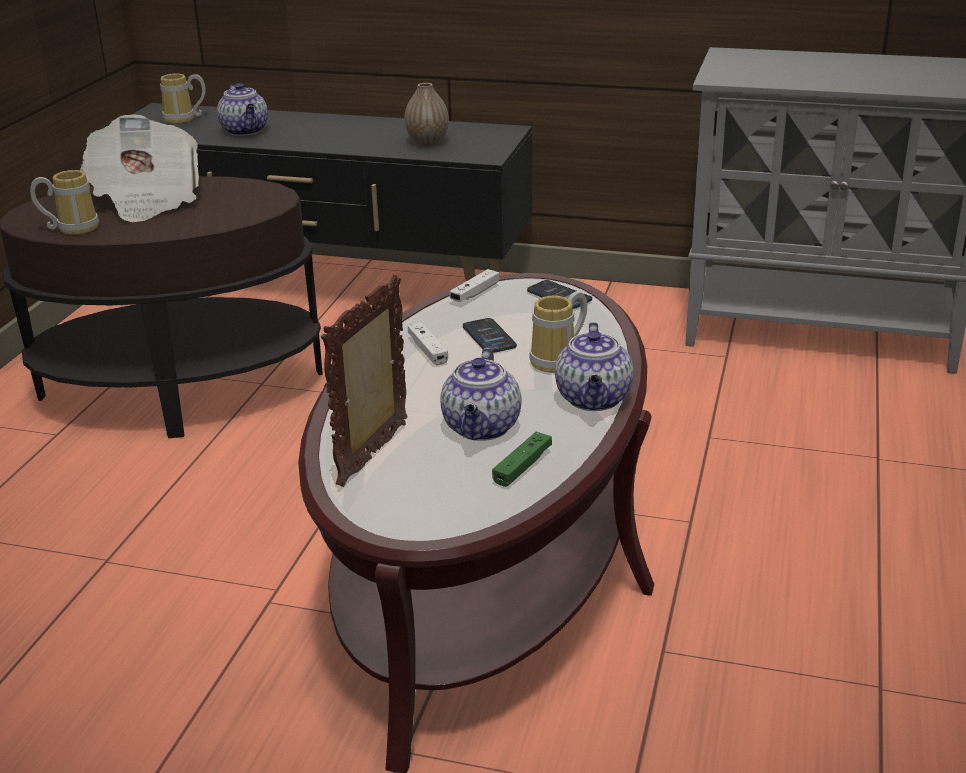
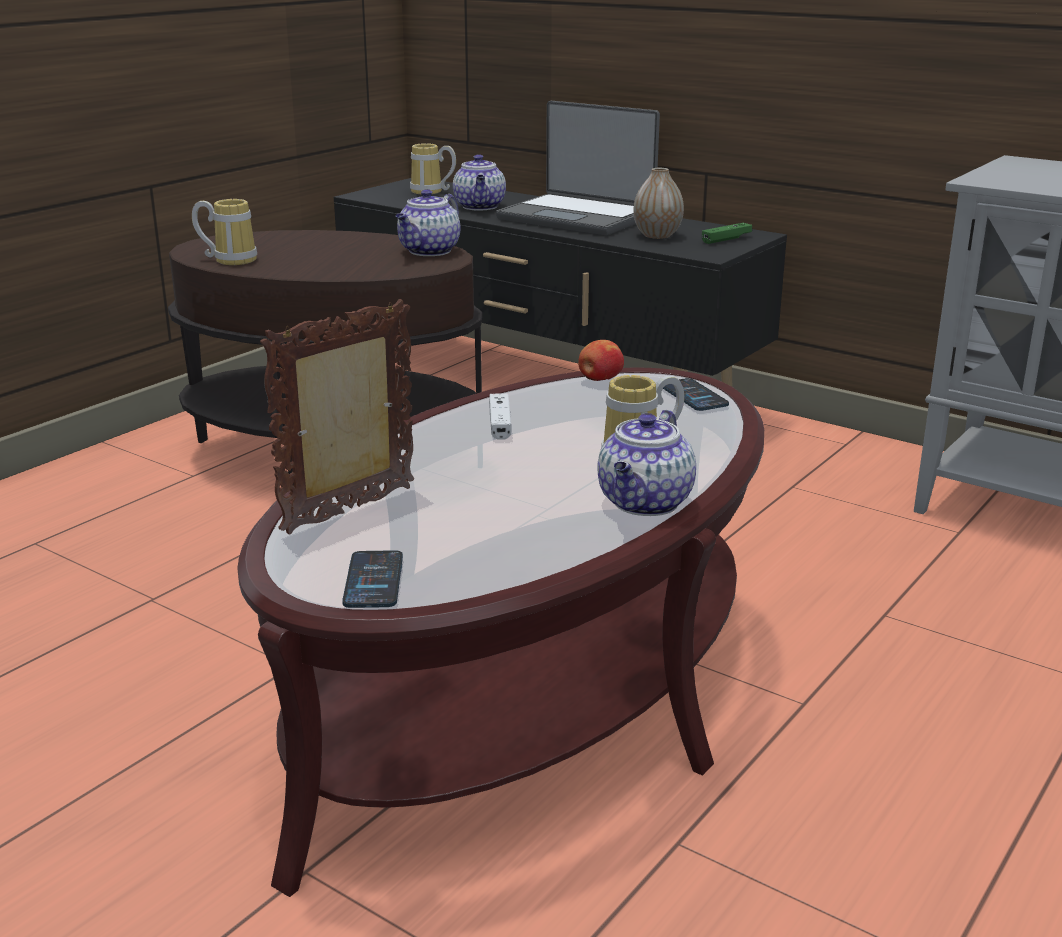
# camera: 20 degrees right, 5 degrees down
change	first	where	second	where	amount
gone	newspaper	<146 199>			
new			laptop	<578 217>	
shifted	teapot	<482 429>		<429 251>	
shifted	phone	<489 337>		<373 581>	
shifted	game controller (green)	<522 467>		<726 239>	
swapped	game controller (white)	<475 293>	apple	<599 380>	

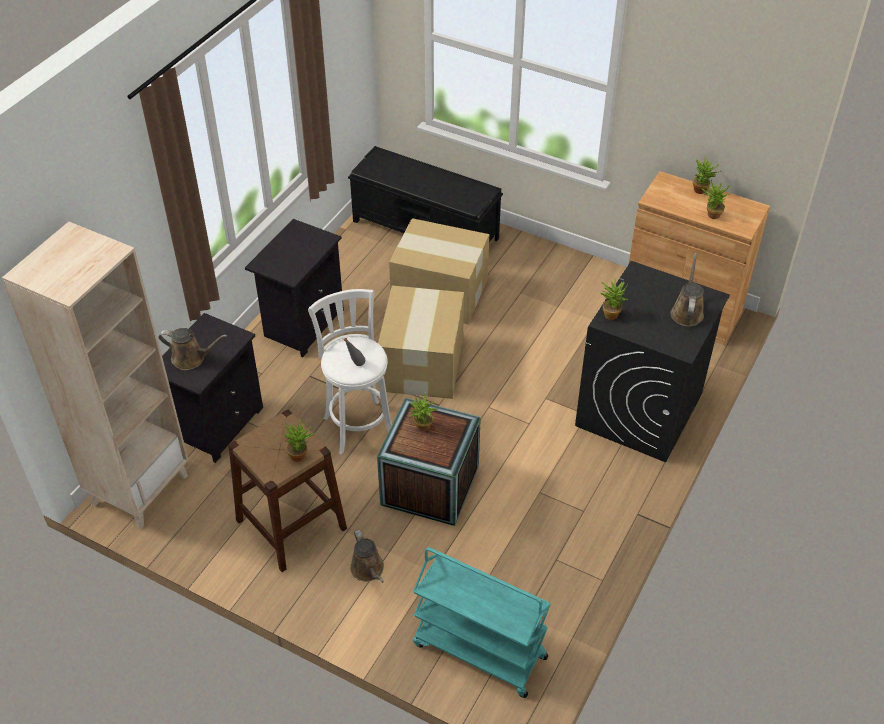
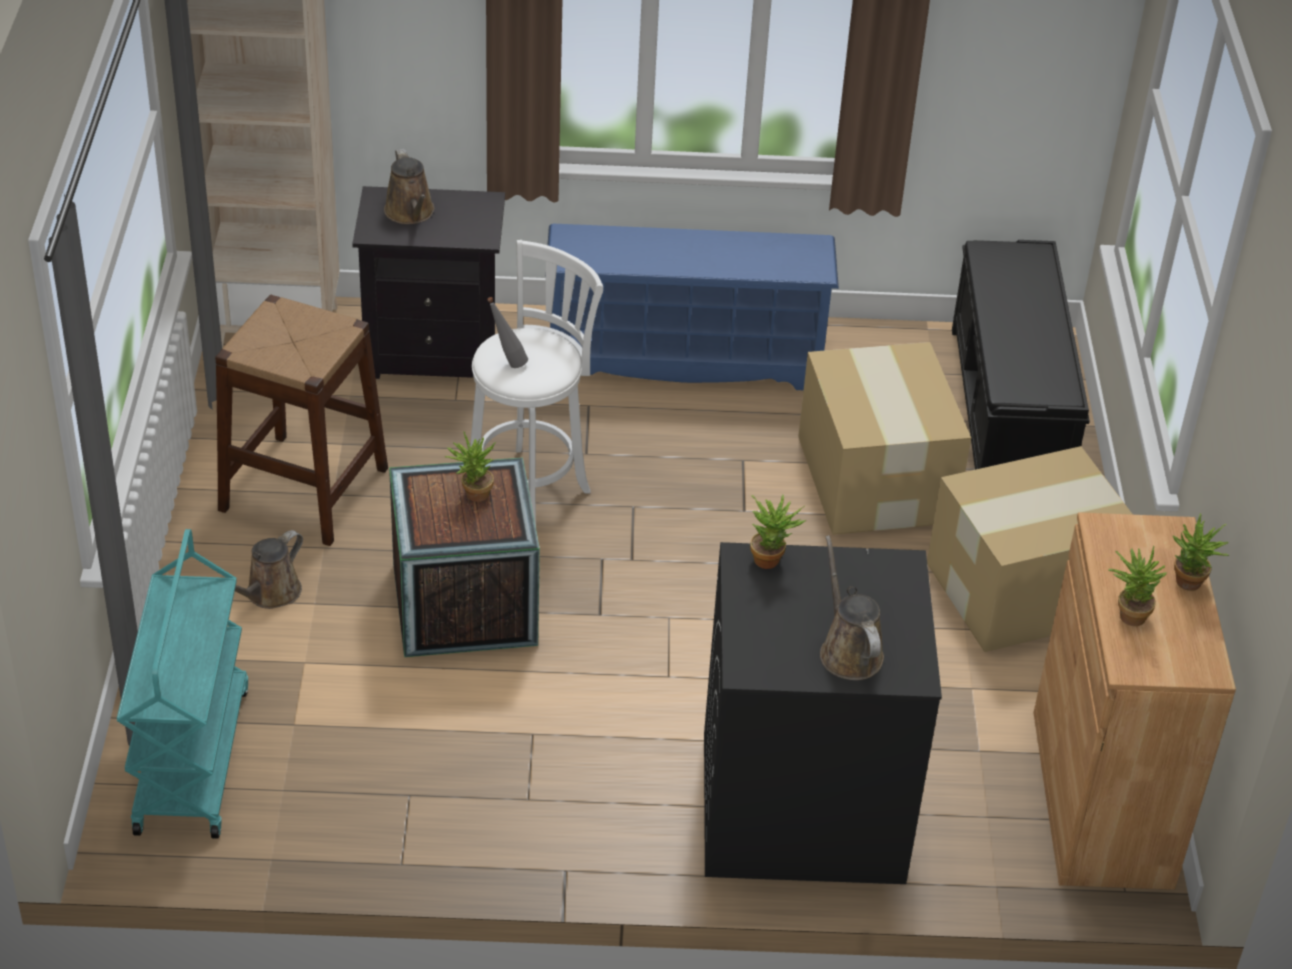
# camera: 60 degrees right, 5 degrees down
change	first	where	second	where	amount
gone	potted plant	<300 454>			
shifted	cardboard box	<423 362>		<1027 590>	
swapped	nightstand (black)	<302 324>	shoe rack (blue)	<685 360>	
rotated	watering can (brown)	<687 312>		<848 651>	90 degrees counterclockwise

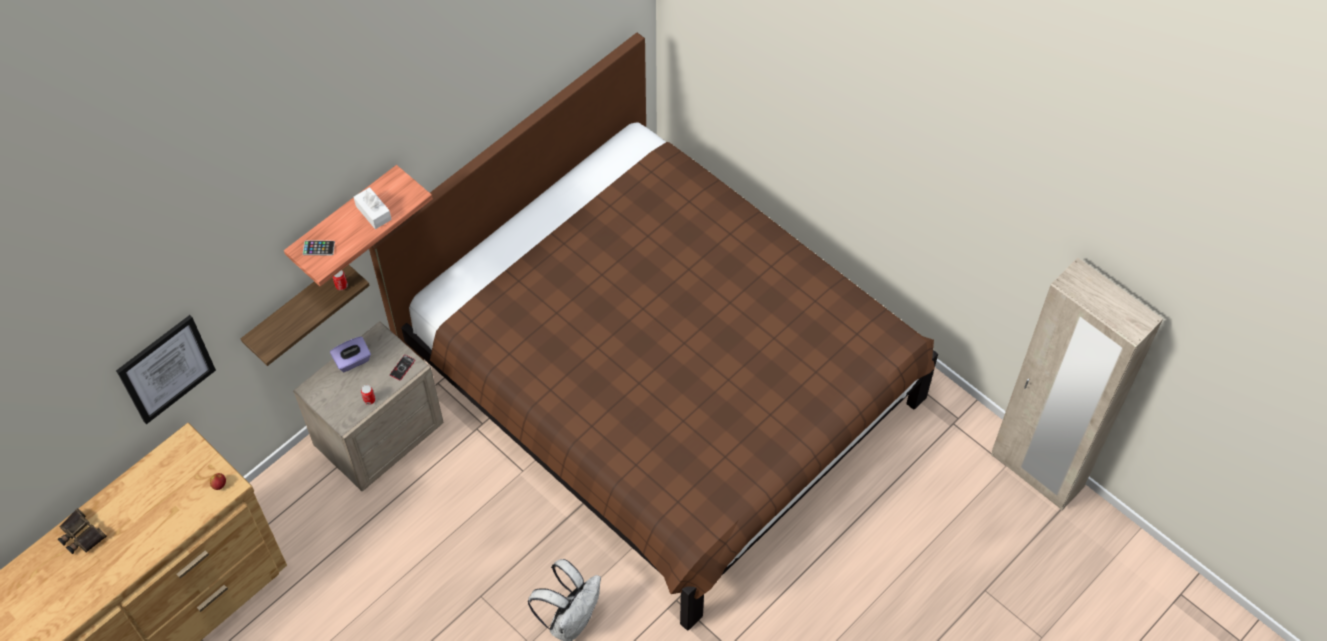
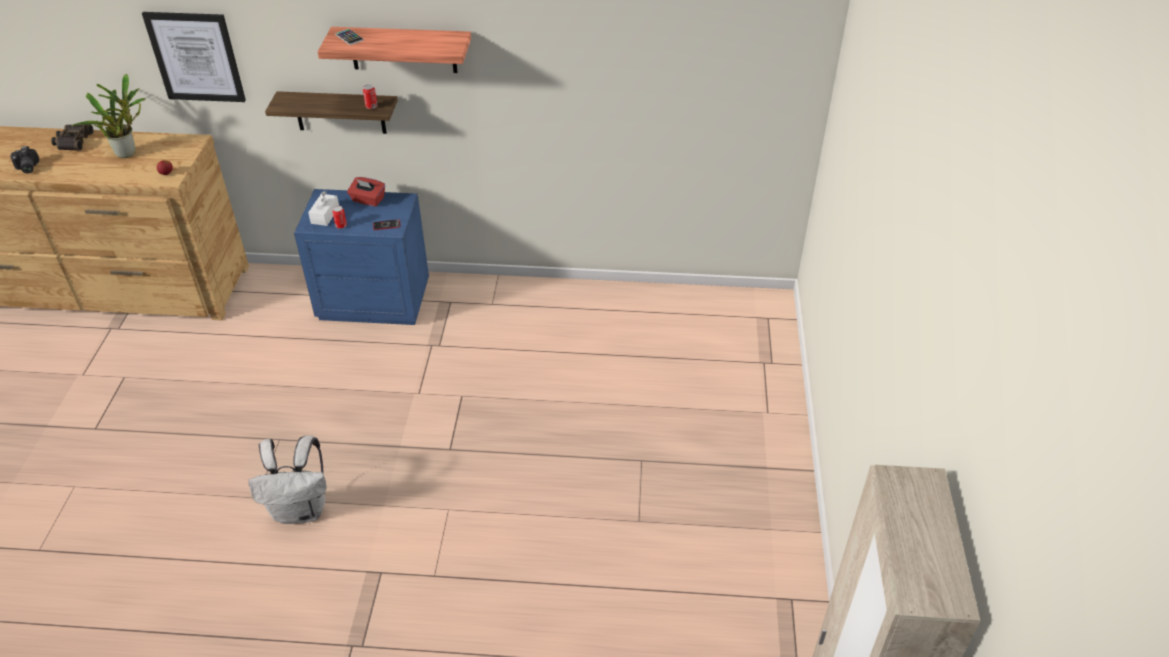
# camera: 50 degrees right, 15 degrees down
change	first	where	second	where	amount
gone	bed (brown)	<662 385>			
new			photo camera	<26 168>	
new			potted plant	<129 152>	
shifted	tissue box (white)	<373 212>		<325 215>	
repainted	nightstand (beige)	<378 436>	nightstand (blue)	<374 300>	
repainted	tissue box (purple)	<353 361>	tissue box (red)	<368 200>	

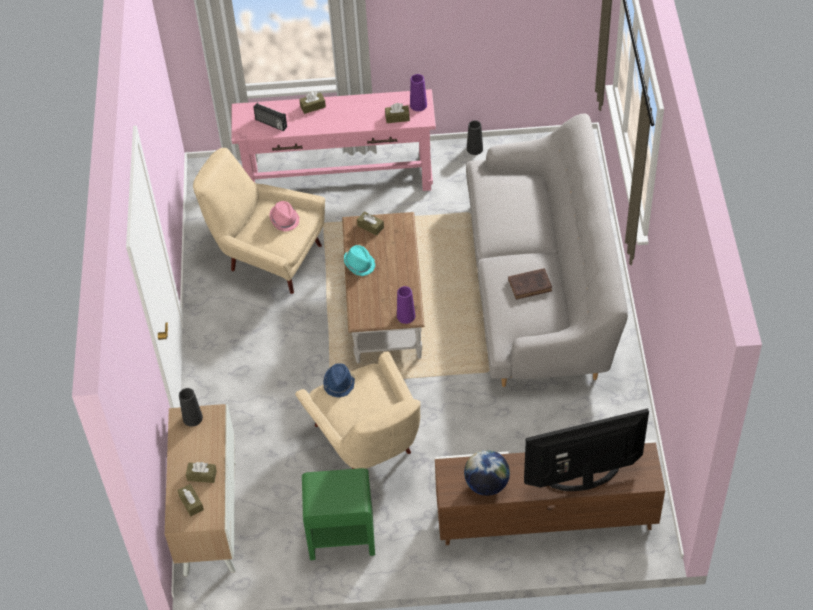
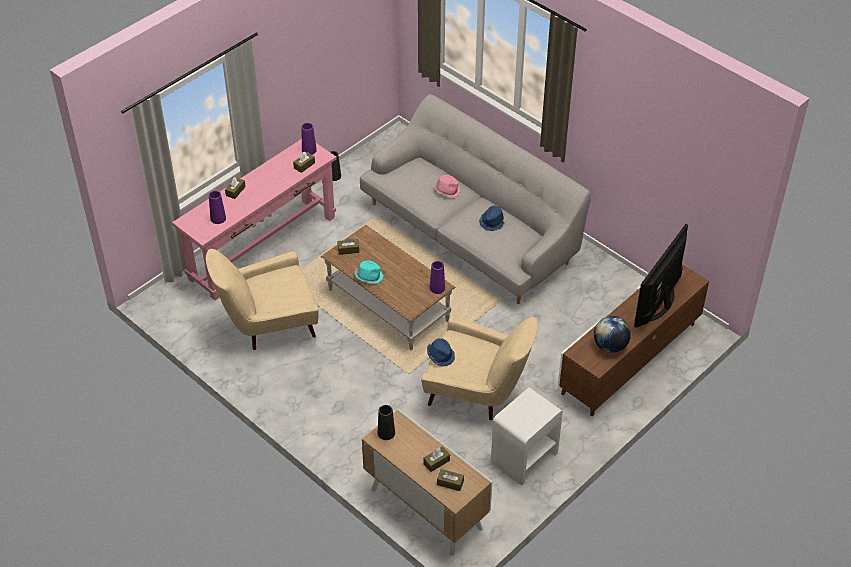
# camera: 45 degrees left, 5 degrees down
change	first	where	second	where	amount
shifted	hat (pink)	<284 220>		<447 190>	
swapped	radio	<270 124>	vase (purple)	<218 218>	
swapped	book (brown)	<531 285>	hat (blue)	<492 222>	
repainted	nightstand (green)	<341 536>	nightstand (white)	<524 457>	

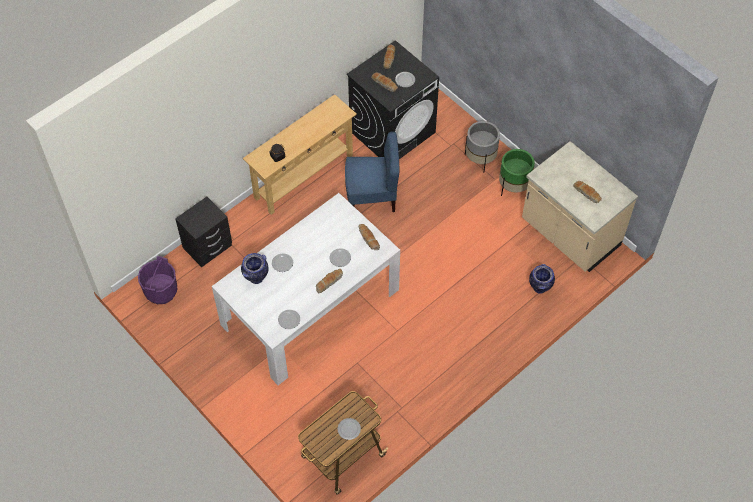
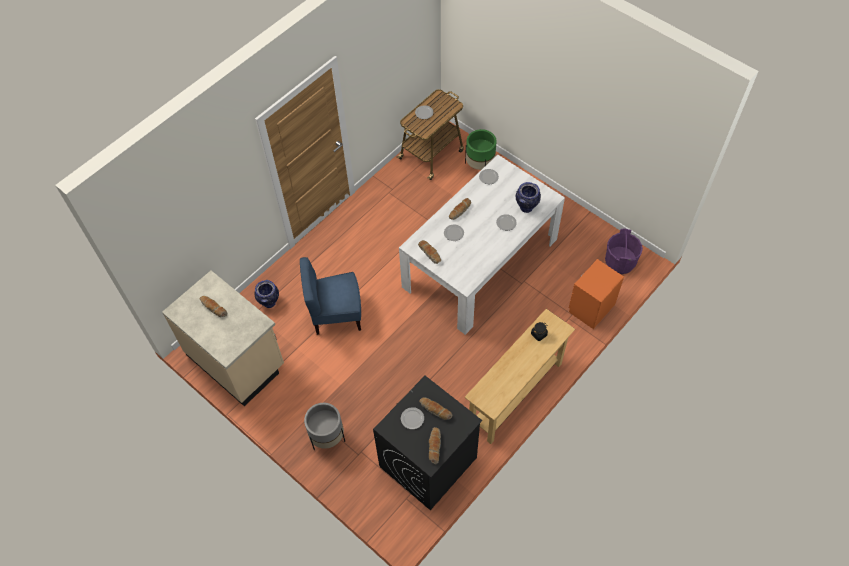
# camera: 175 degrees right, 0 degrees up
change	first	where	second	where	amount
shifted	chair (blue)	<372 197>		<336 315>	
shifted	planter (green)	<513 187>		<480 166>	
repainted	nightstand (black)	<207 247>	nightstand (orange)	<591 308>	

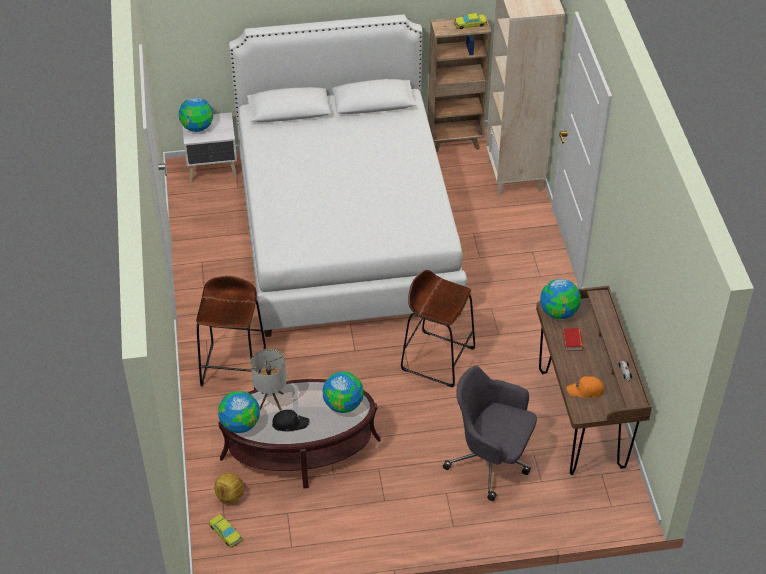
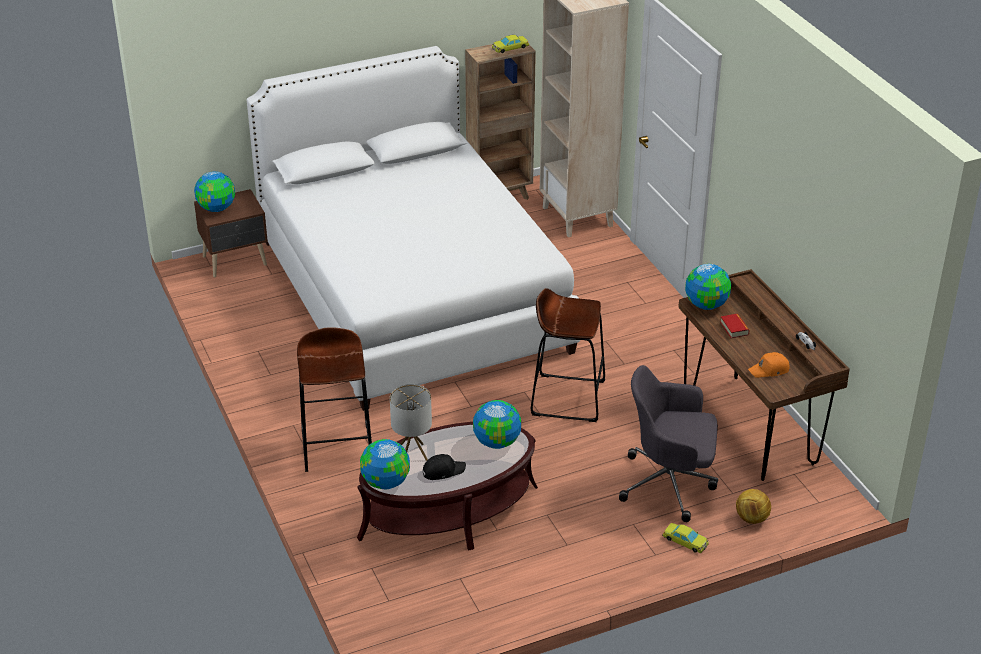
# camera: 15 degrees left, 10 degrees down
change	first	where	second	where	amount
shifted	toy car (yellow)	<225 532>		<685 540>	
shifted	football	<230 496>		<751 518>	
repainted	nightstand (white)	<213 169>	nightstand (brown)	<236 261>	

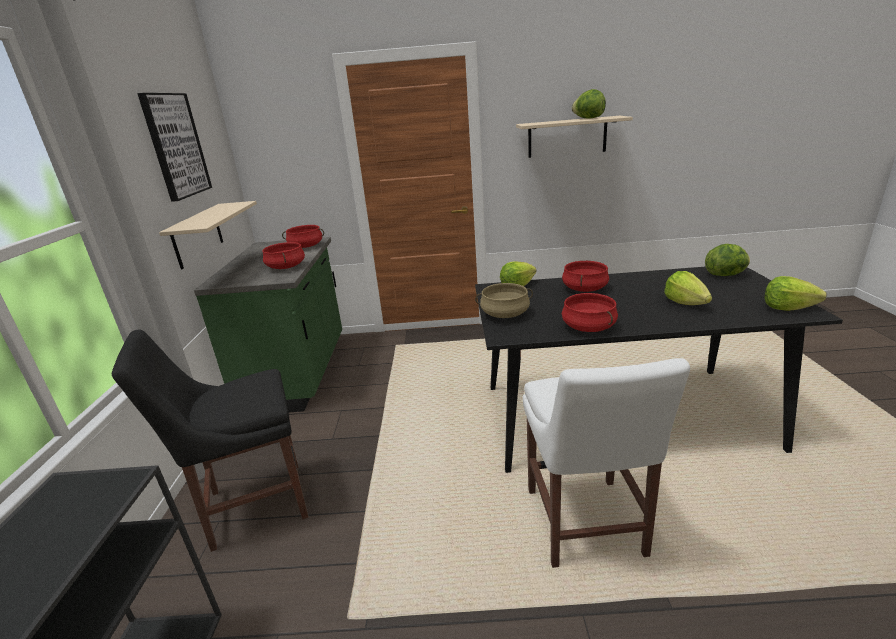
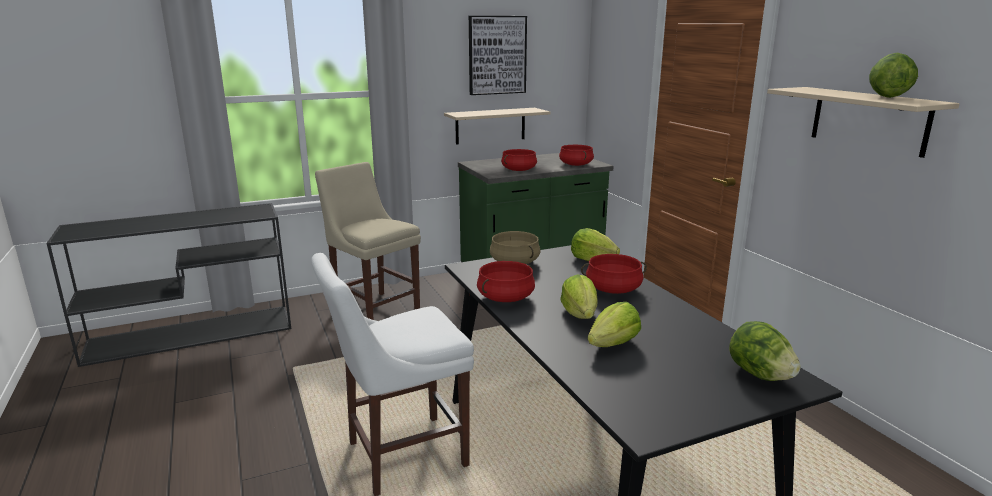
# camera: 65 degrees right, 5 degrees down
change	first	where	second	where	amount
shifted	lettuce	<787 308>		<580 314>	
repainted	chair (black)	<252 505>	chair (beige)	<374 308>	

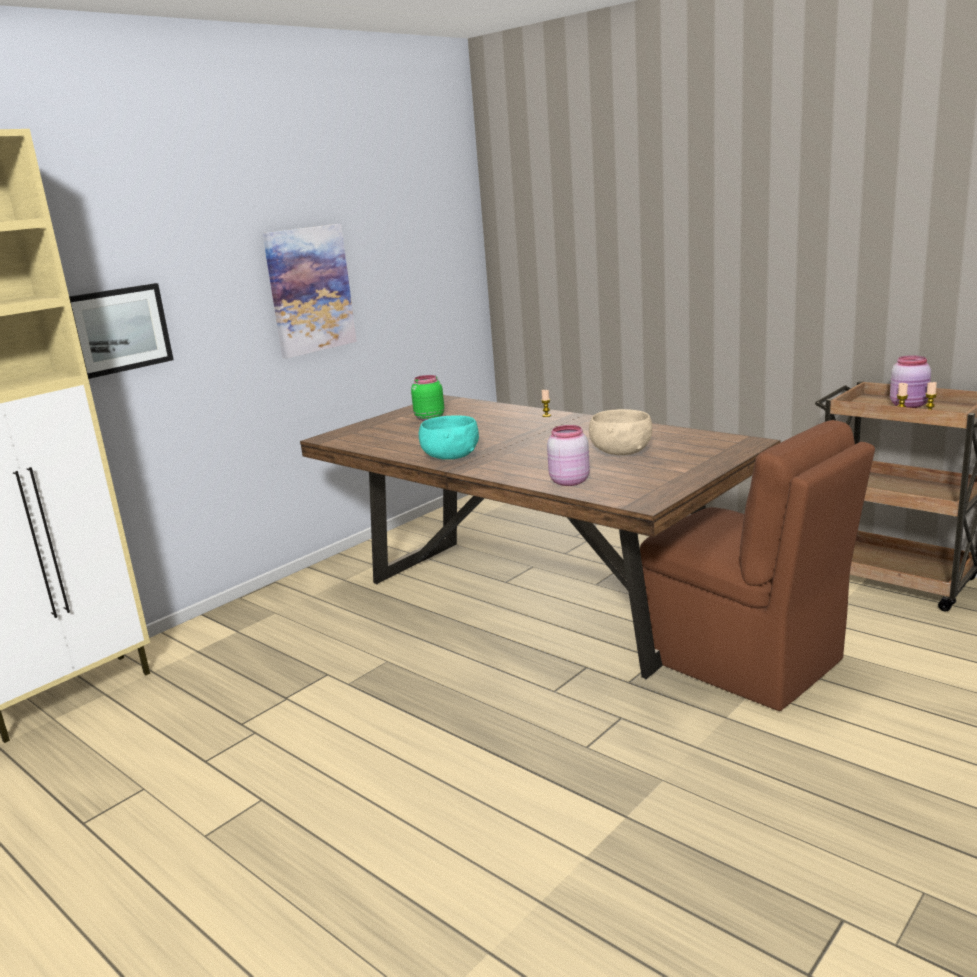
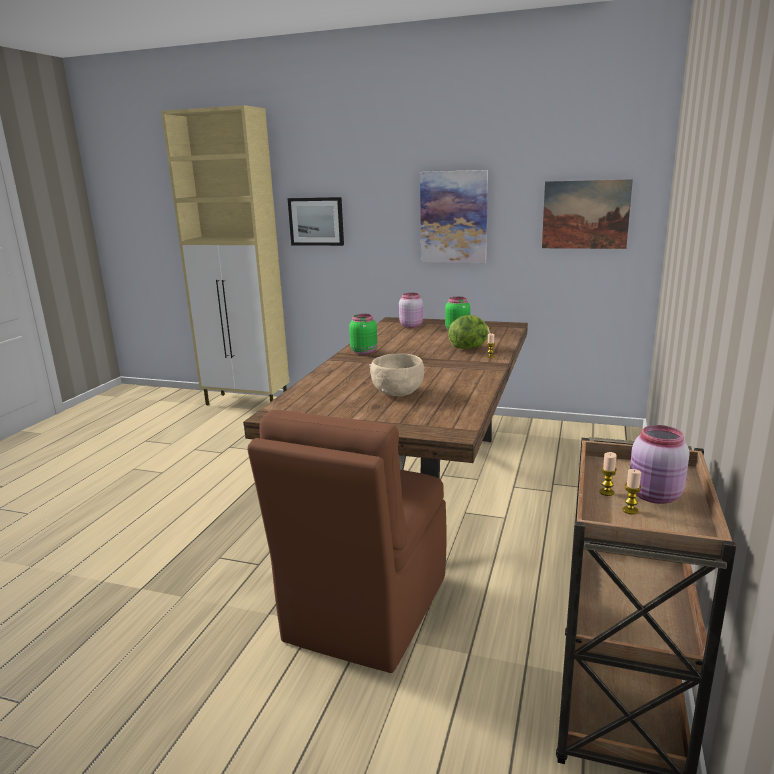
# camera: 65 degrees right, 0 degrees up
change	first	where	second	where	amount
new			lettuce	<469 348>	
new			picture	<585 214>	
shifted	jar (pink)	<568 481>		<411 325>	
swapped	bowl (turquoise)	<450 457>	jar (green)	<364 351>	

